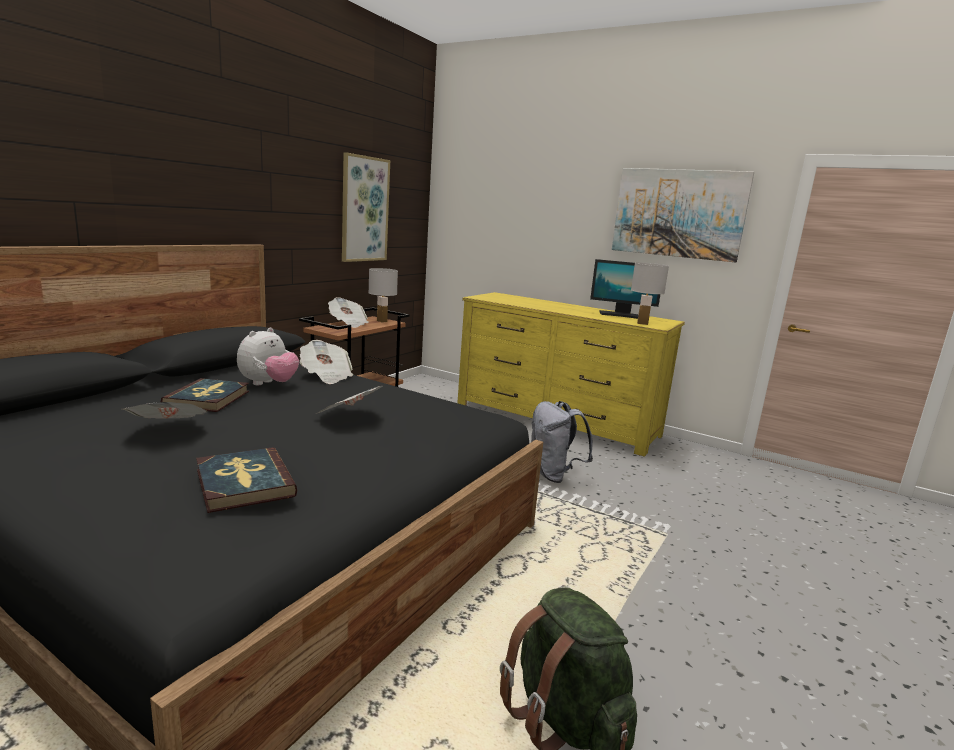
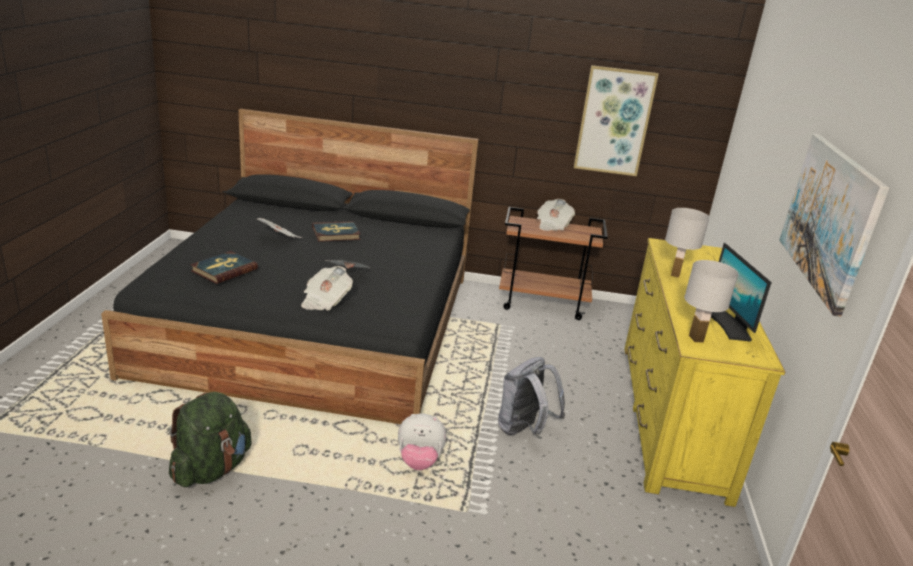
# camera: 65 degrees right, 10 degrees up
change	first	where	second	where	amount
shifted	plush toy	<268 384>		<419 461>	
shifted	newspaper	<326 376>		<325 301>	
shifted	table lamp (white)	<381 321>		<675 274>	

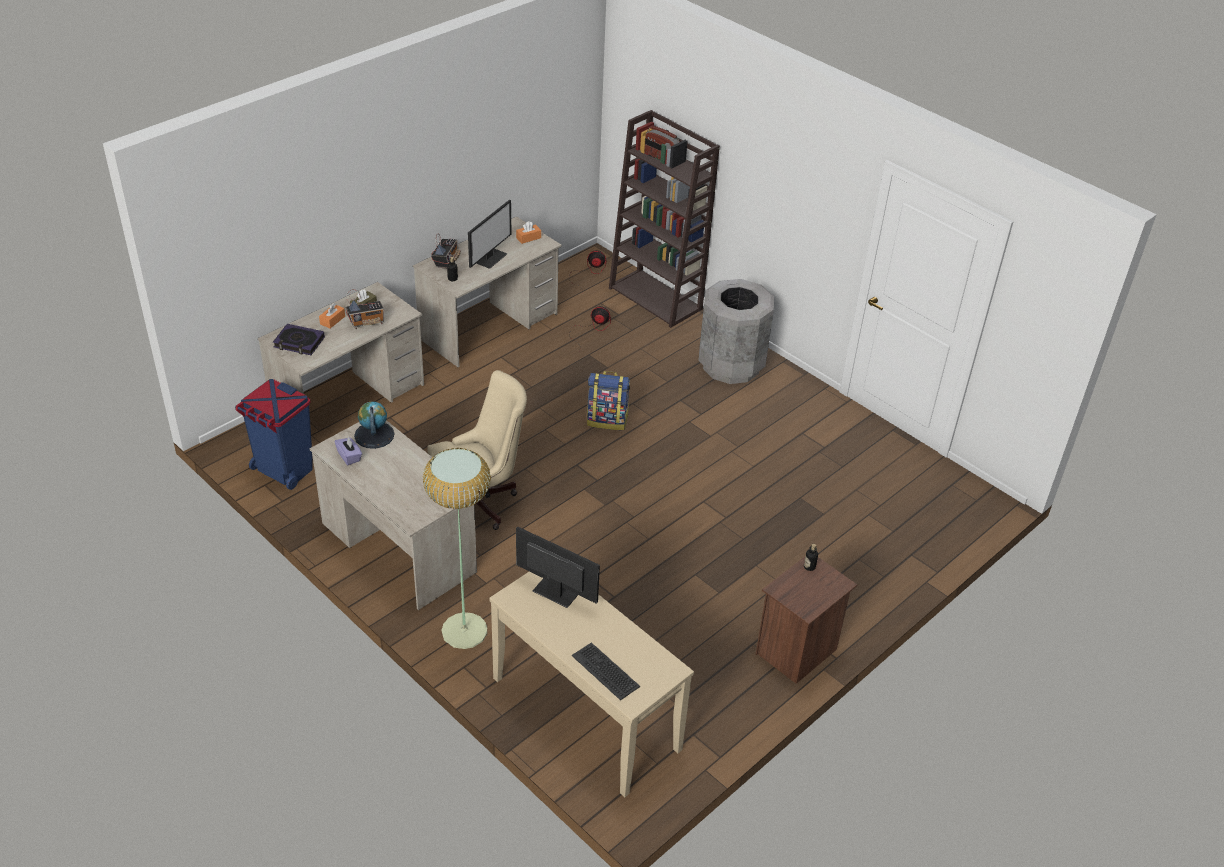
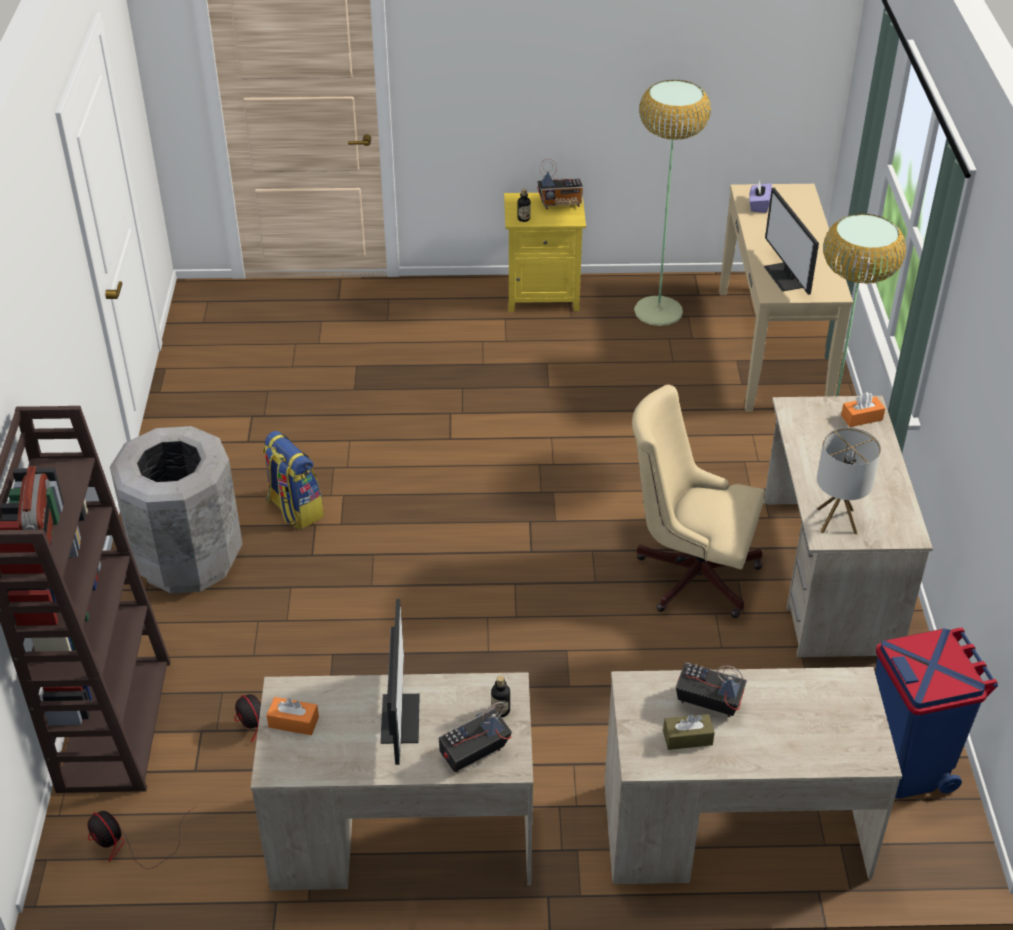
# camera: 135 degrees left, 0 degrees up
change	first	where	second	where	amount
gone	book	<299 343>			
gone	keyboard	<606 671>			
new			radio	<560 204>	
new			floor lamp	<658 311>	
shifted	tissue box (orange)	<332 320>		<861 418>	
shifted	tissue box (purple)	<349 456>		<759 205>	
shifted	backpack	<607 420>		<294 509>	
swapped	globe	<374 435>	table lamp	<837 521>	
repainted	nightstand (brown)	<797 652>	nightstand (yellow)	<542 294>	
rotated	monitor	<490 257>		<399 718>	105 degrees clockwise

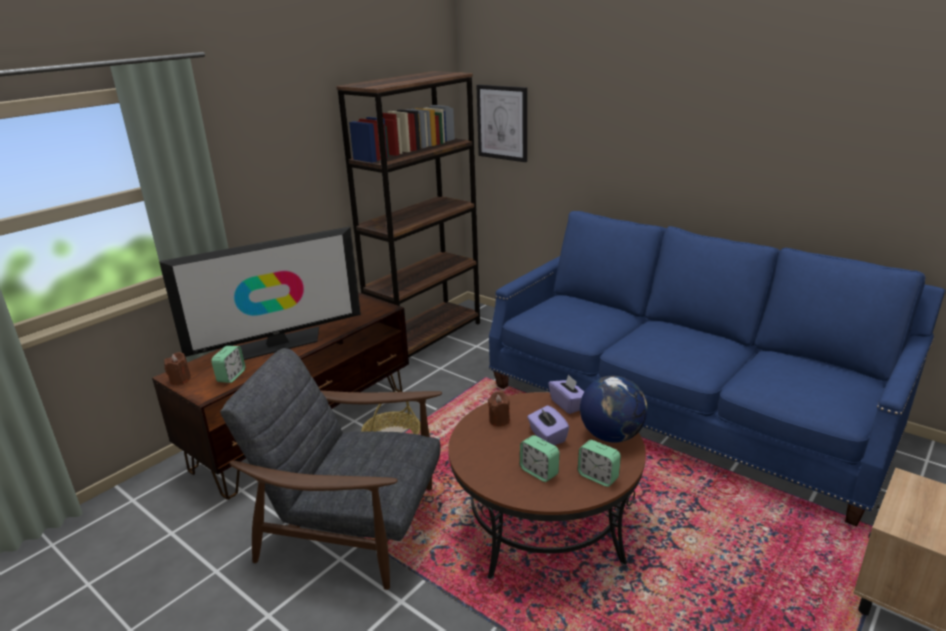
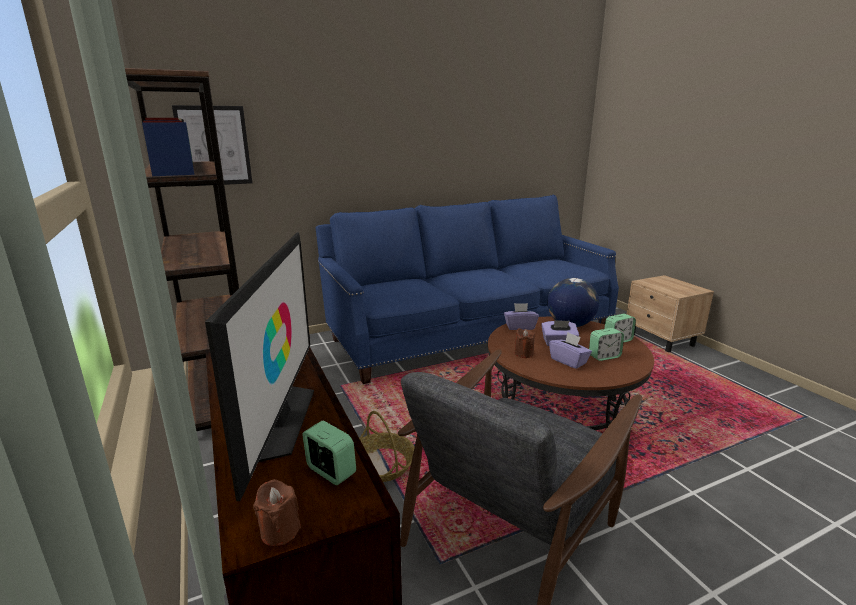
# camera: 65 degrees left, 5 degrees down
change	first	where	second	where	amount
new			tissue box (purple)	<568 361>	

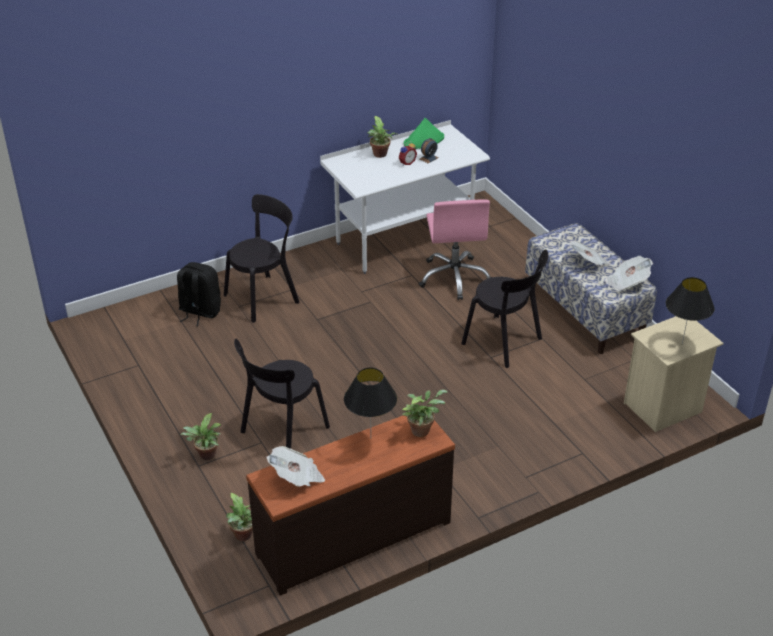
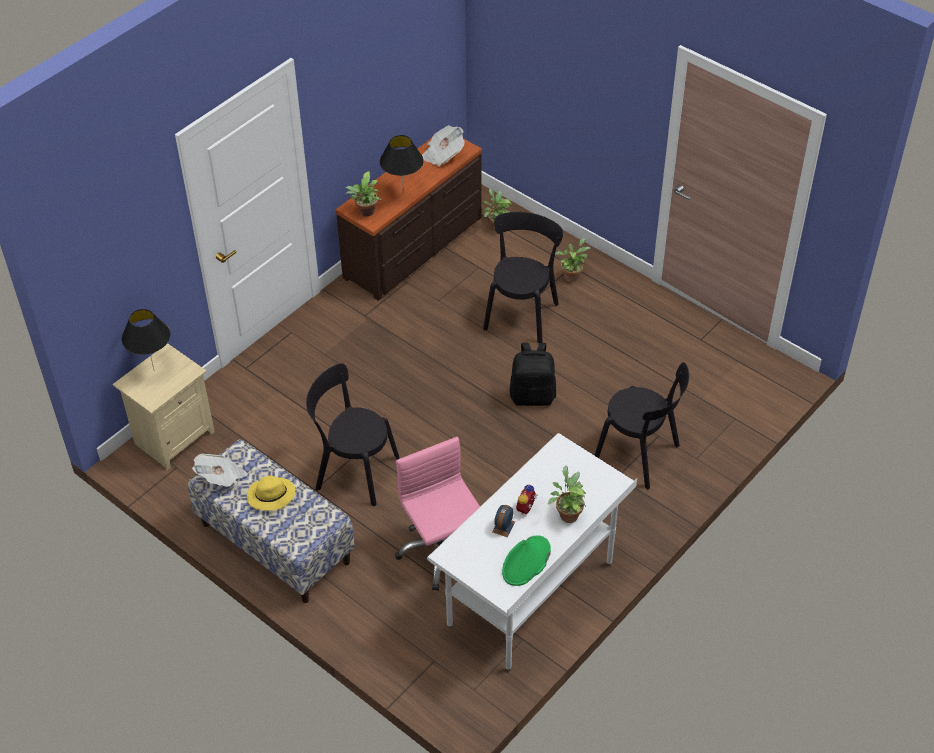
# camera: 160 degrees right, 10 degrees up
change	first	where	second	where	amount
shifted	backpack (black)	<199 312>		<533 395>	
swapped	newspaper	<588 263>	hat (yellow)	<270 496>	
rotated	chair (black)	<264 297>		<640 455>	90 degrees counterclockwise

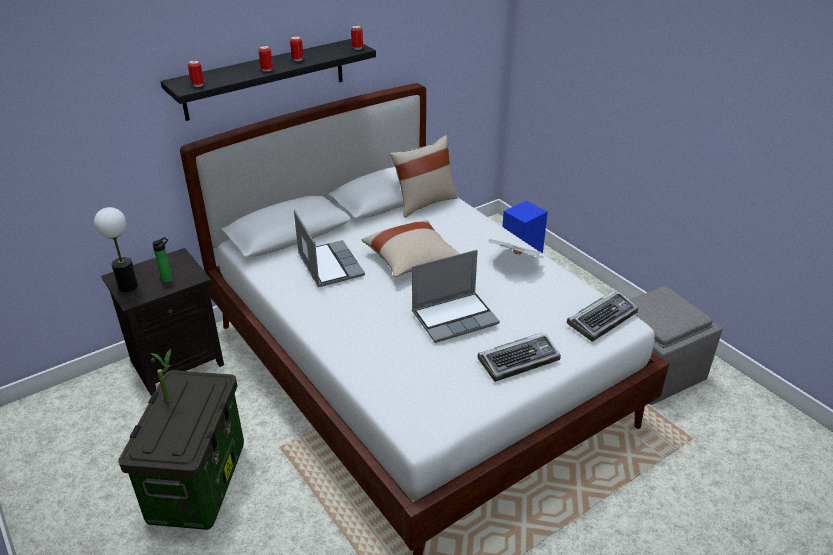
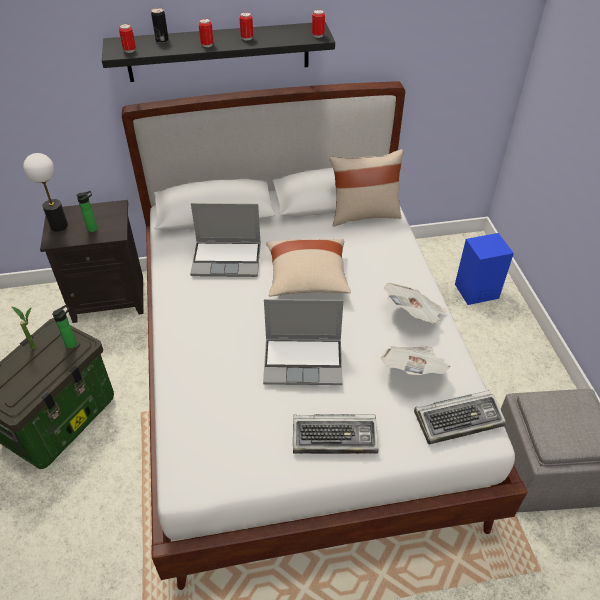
# camera: 25 degrees right, 10 degrees up
change	first	where	second	where	amount
new			bottle	<73 343>	
new			can	<162 40>	
new			newspaper	<413 370>	
rotated	laptop	<329 265>		<227 259>	90 degrees clockwise

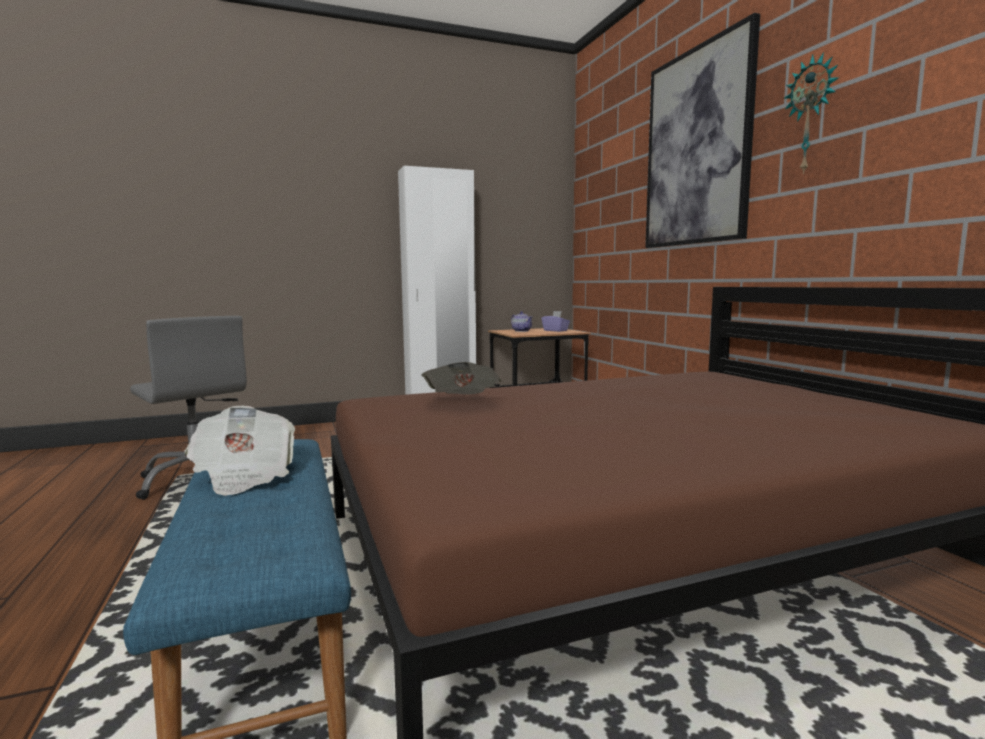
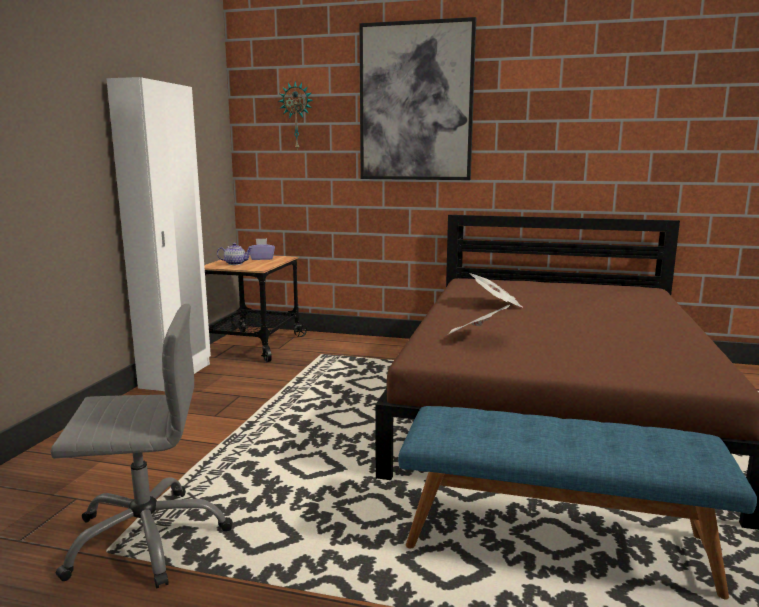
# camera: 55 degrees left, 5 degrees up
change	first	where	second	where	amount
shifted	newspaper	<244 475>		<496 304>	
shifted	wall clock	<811 115>		<297 116>	

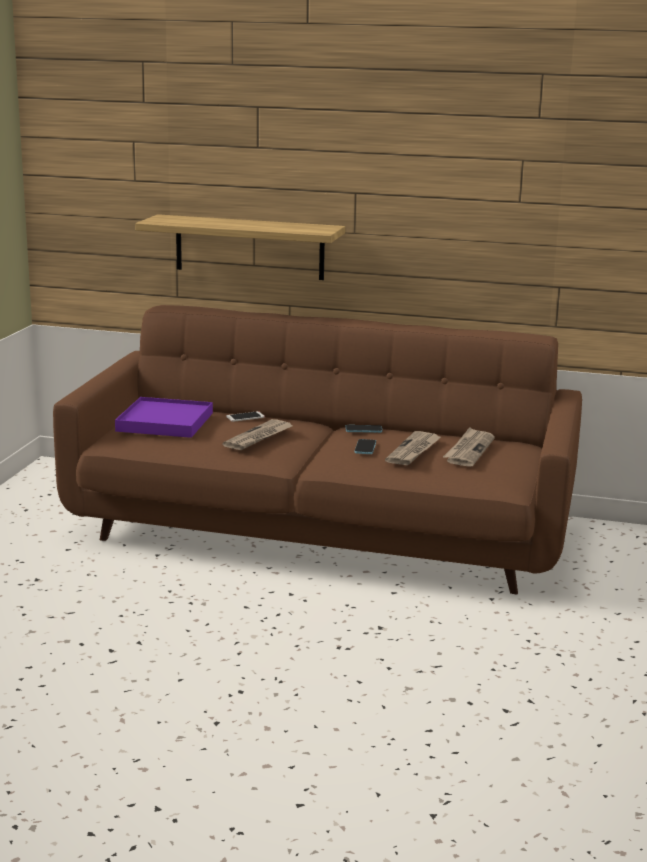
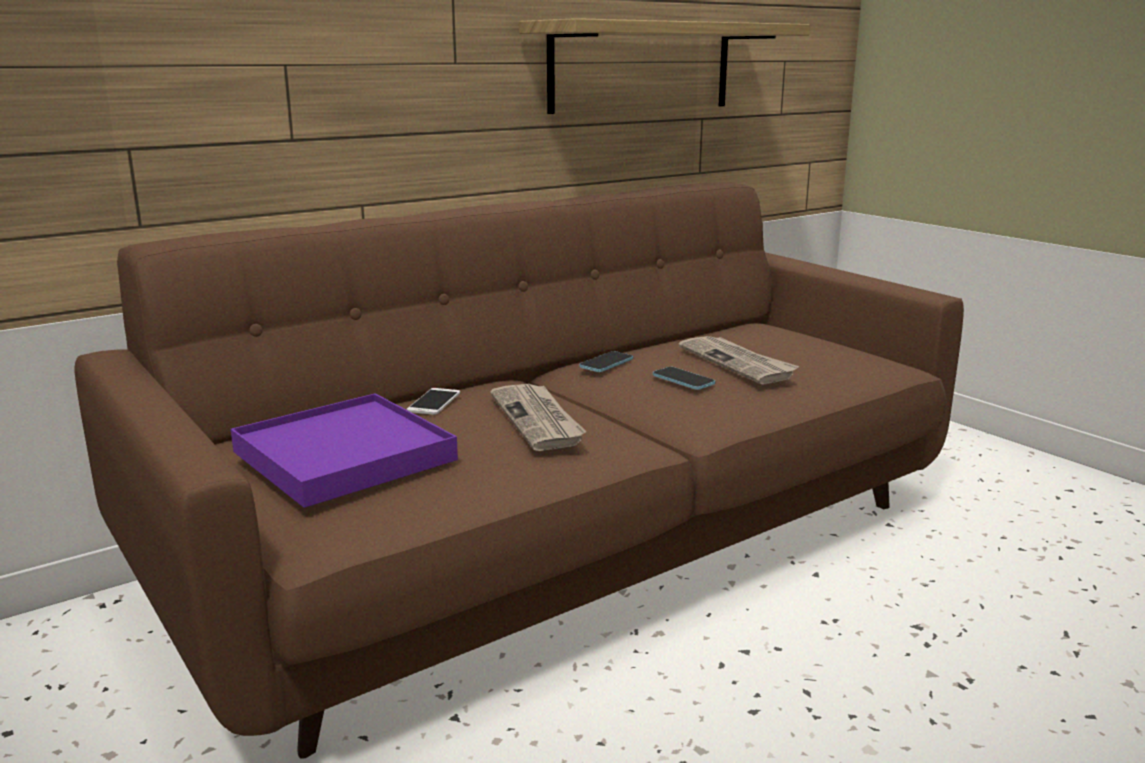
# camera: 50 degrees left, 0 degrees up
change	first	where	second	where	amount
gone	newspaper	<469 450>			
shifted	shelf	<249 247>		<641 67>	

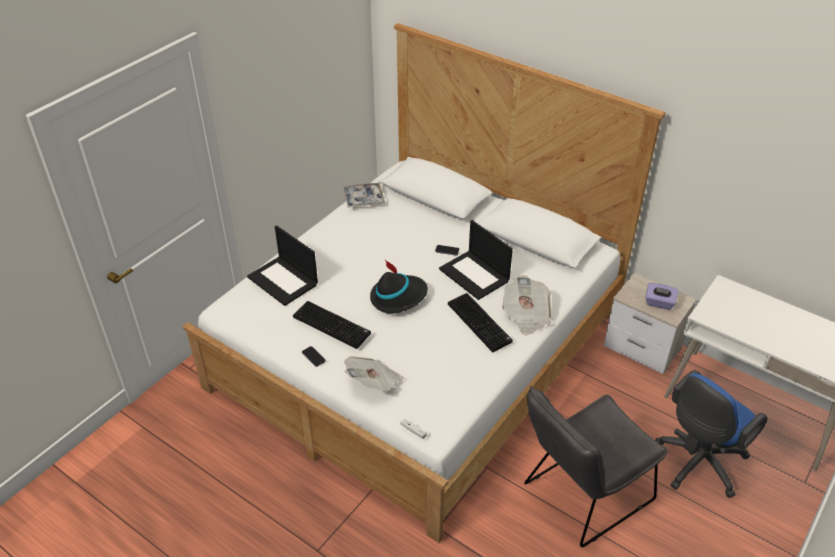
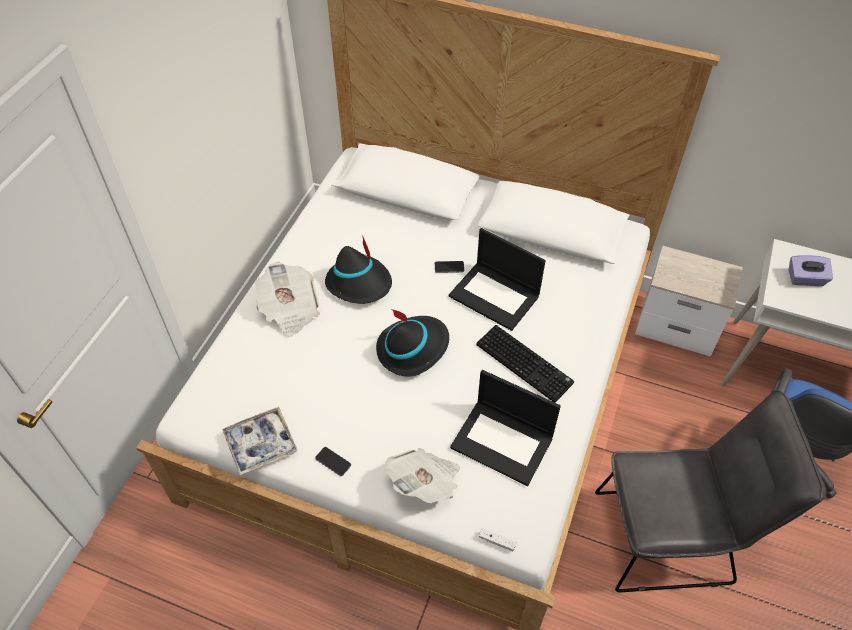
# camera: 15 degrees left, 10 degrees up
change	first	where	second	where	amount
gone	keyboard	<333 325>			
new			hat (black)	<359 283>	
shifted	laptop	<283 281>		<503 442>	
shifted	tray	<364 199>		<260 444>	
shifted	newspaper	<526 316>		<289 310>	
shifted	tissue box (purple)	<659 303>		<805 279>	
rotated	chair (grey)	<581 496>		<673 537>	135 degrees counterclockwise

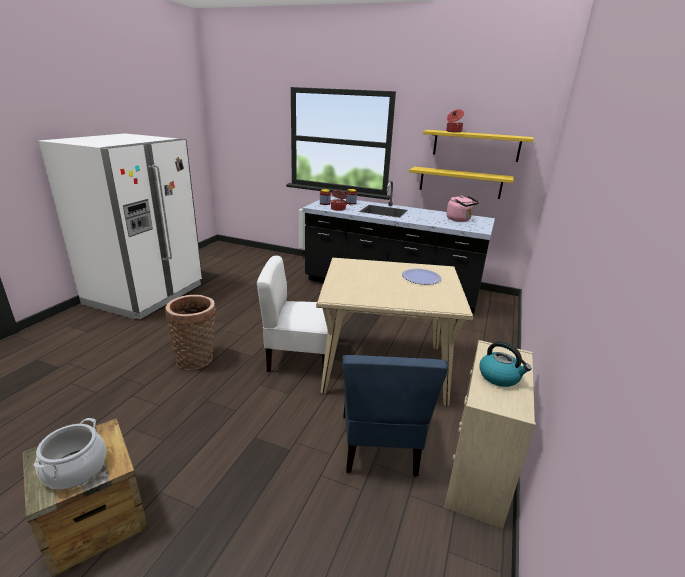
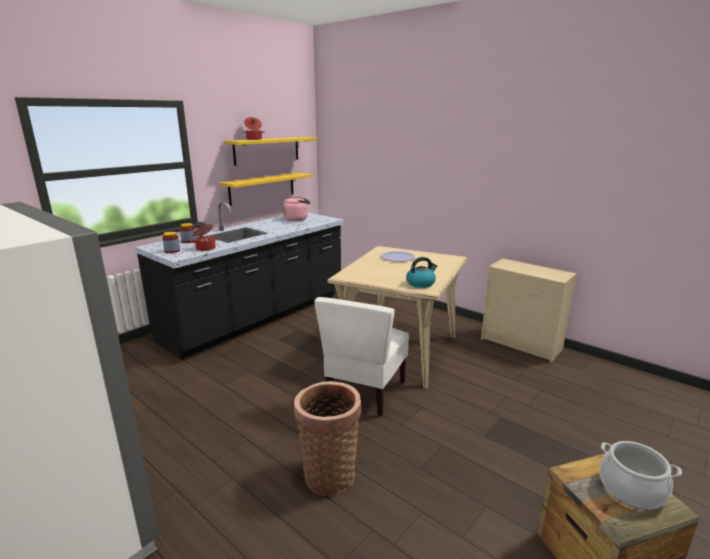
# camera: 70 degrees left, 5 degrees down
change	first	where	second	where	amount
gone	chair (blue)	<380 444>			
shifted	kettle	<500 377>		<421 283>	

